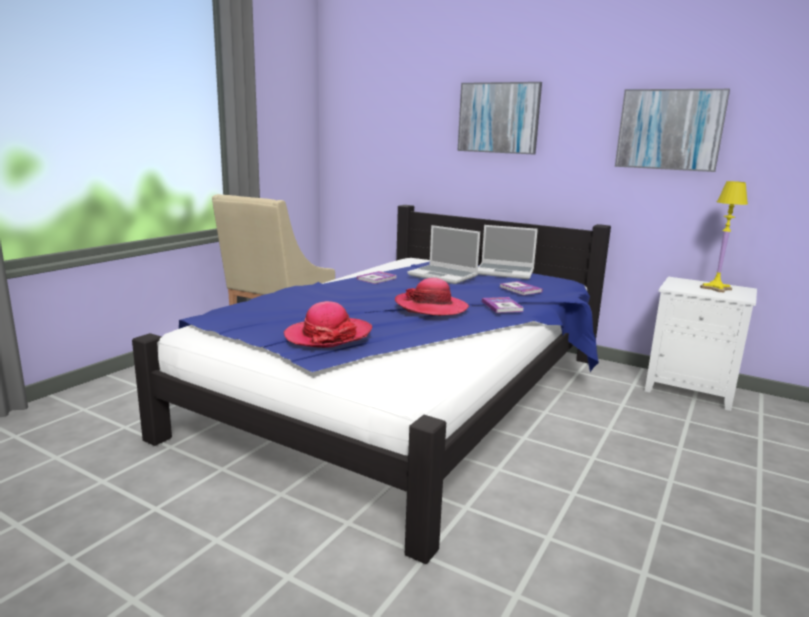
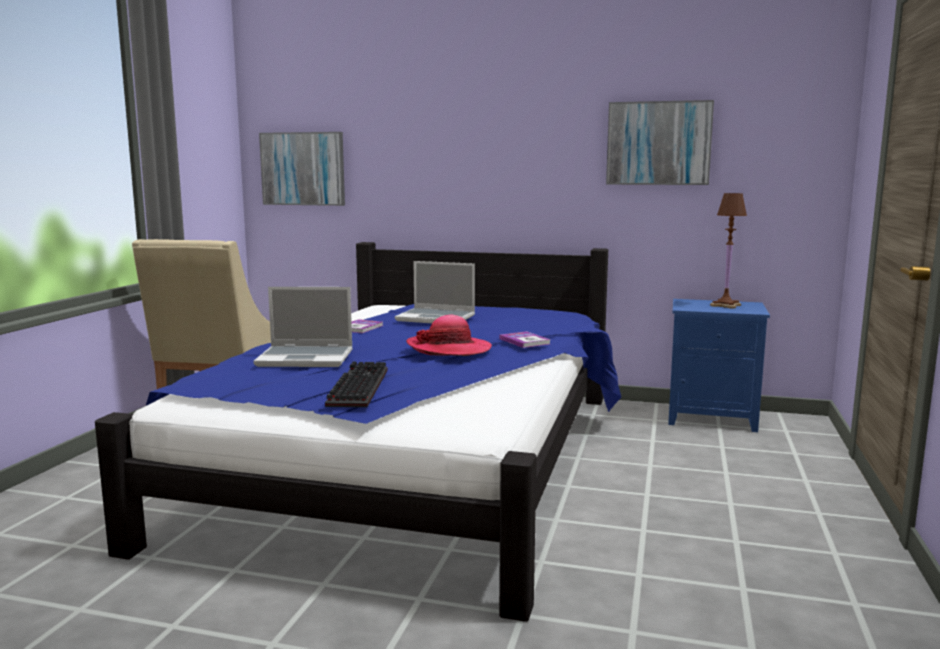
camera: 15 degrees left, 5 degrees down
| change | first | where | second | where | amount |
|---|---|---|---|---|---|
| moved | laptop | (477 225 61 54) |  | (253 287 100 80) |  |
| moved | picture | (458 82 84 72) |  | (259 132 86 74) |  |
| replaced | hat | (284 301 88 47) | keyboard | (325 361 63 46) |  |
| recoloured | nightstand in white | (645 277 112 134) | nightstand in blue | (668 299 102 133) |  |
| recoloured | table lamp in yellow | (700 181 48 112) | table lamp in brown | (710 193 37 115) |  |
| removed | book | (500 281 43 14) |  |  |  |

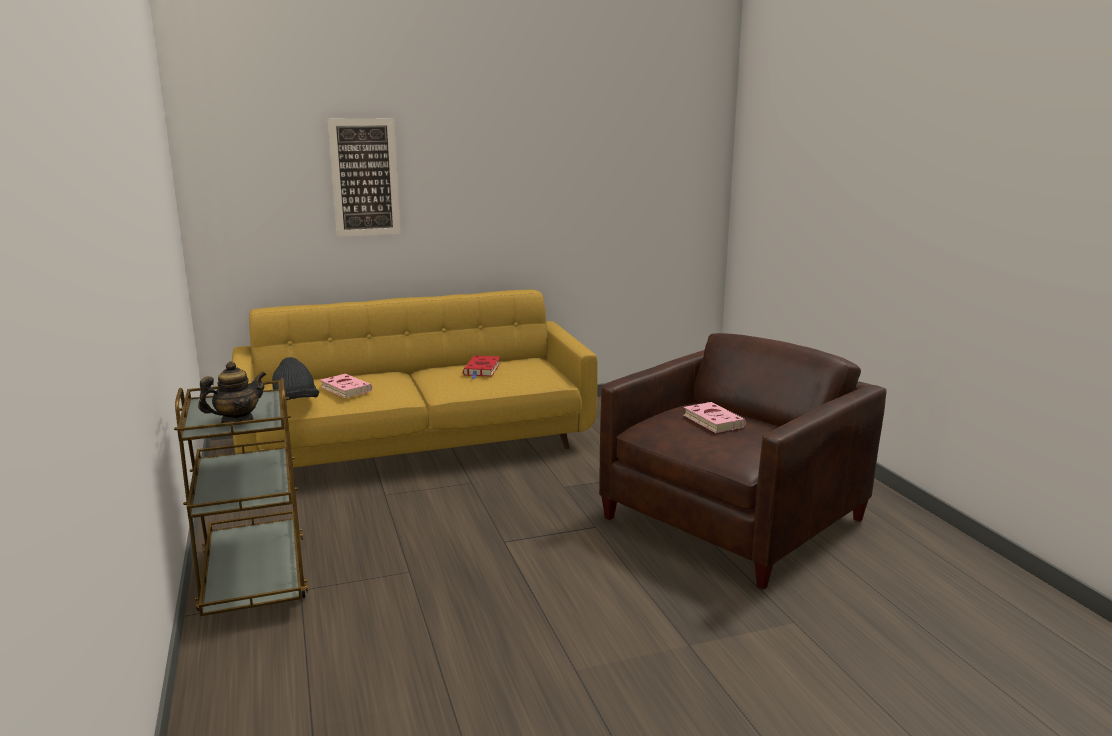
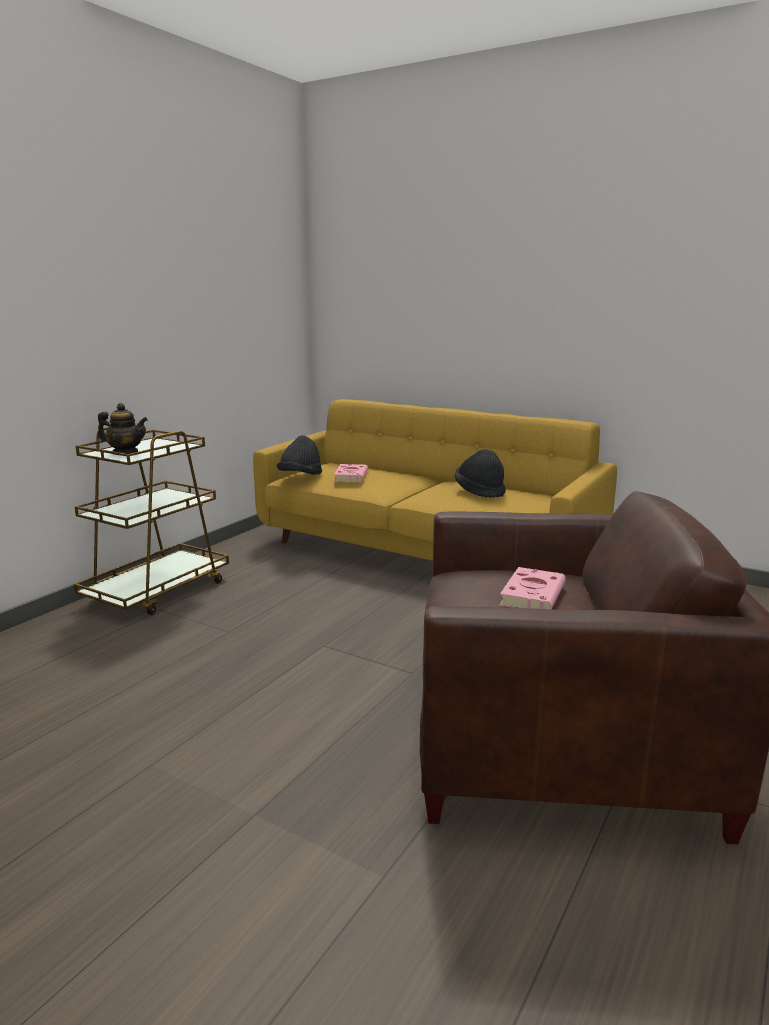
camera: 50 degrees right, 0 degrees up
| change | first | where | second | where | amount |
|---|---|---|---|---|---|
| replaced | book in red | (463 355 37 24) | hat in black | (455 449 51 49) |  |
| removed | picture | (328 119 72 118) |  |  |  |

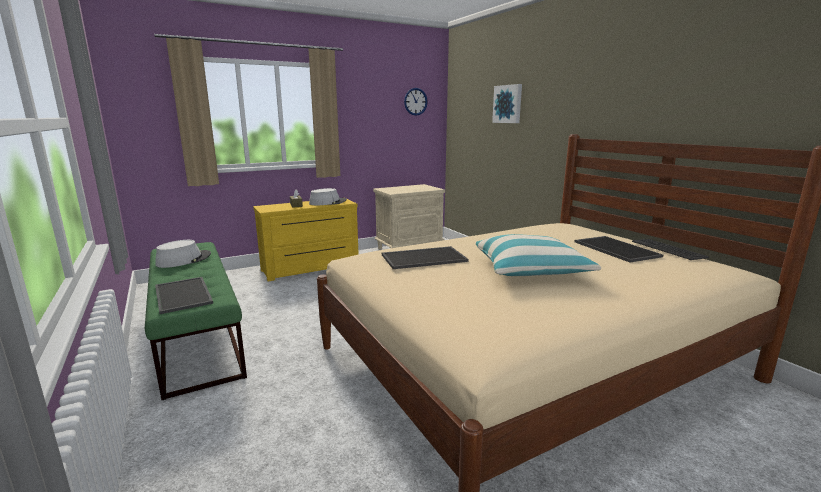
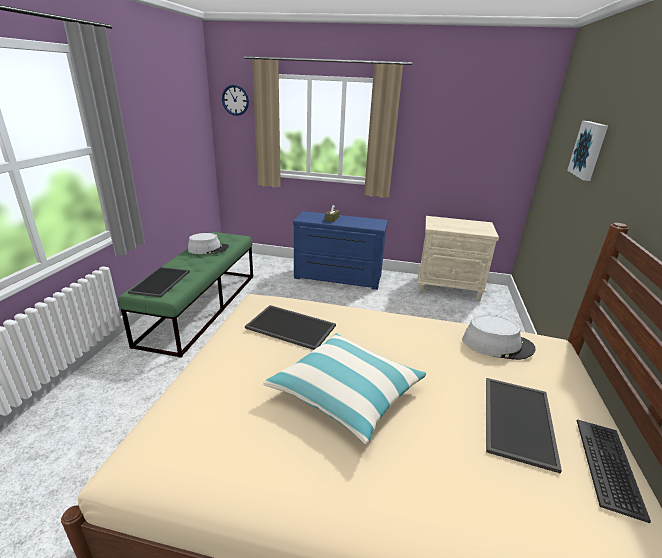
camera: 40 degrees right, 10 degrees up
| change | first | where | second | where | amount |
|---|---|---|---|---|---|
| moved | wall clock | (404 88 24 28) |  | (222 85 27 31) |  |
| recoloured | dresser in yellow | (253 199 106 82) | dresser in blue | (293 211 95 79) |  |
| moved | hat in grey | (309 188 38 17) |  | (462 315 74 45) |  |

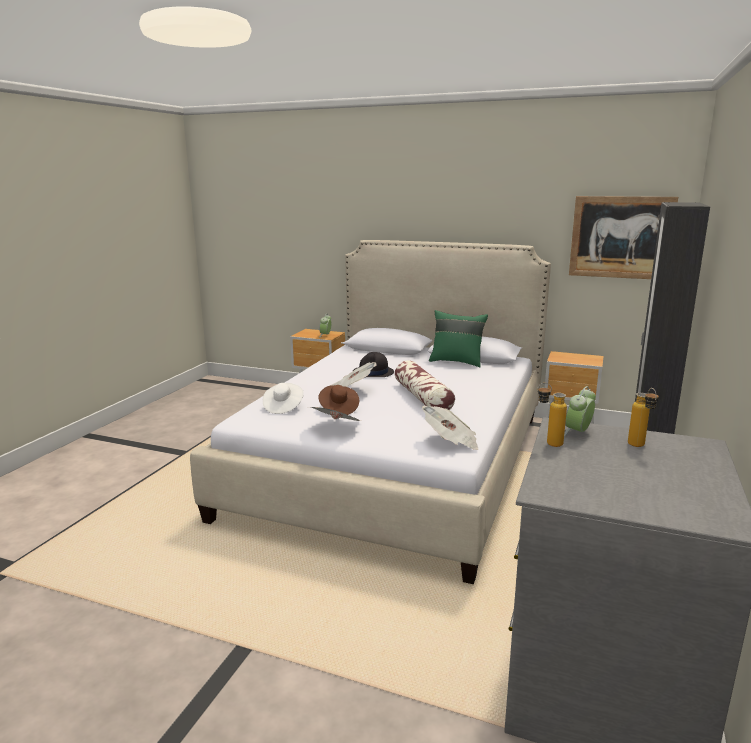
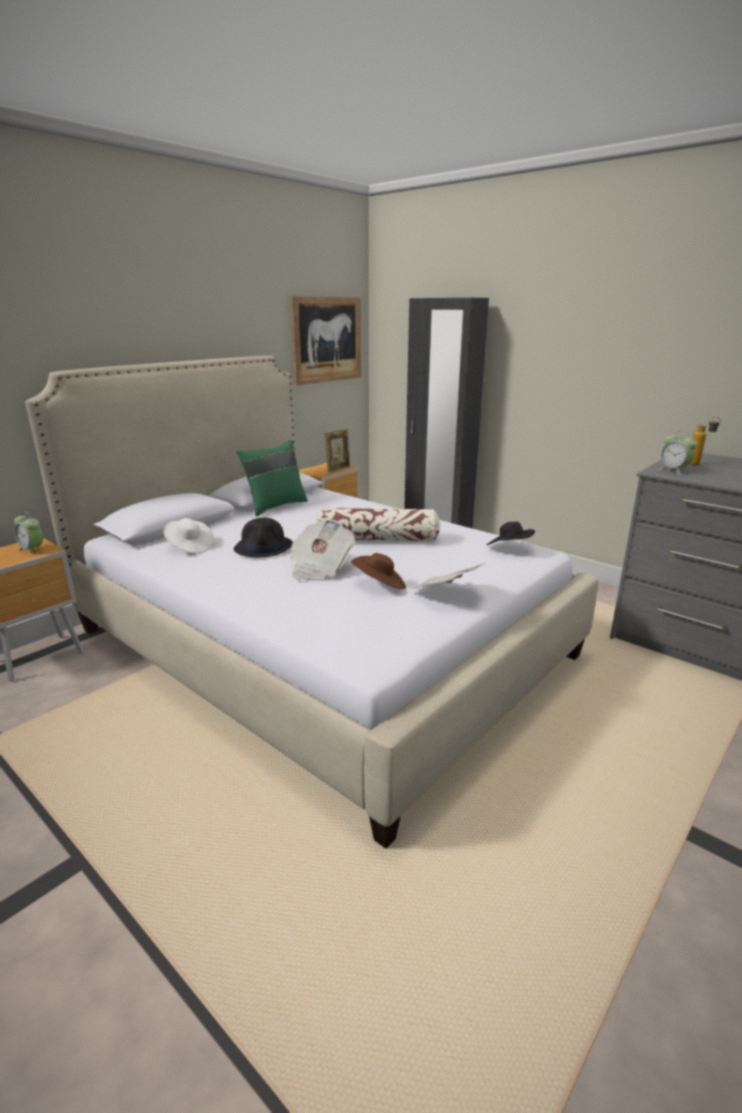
camera: 70 degrees left, 5 degrees up
| change | first | where | second | where | amount |
|---|---|---|---|---|---|
| moved | hat in white | (263 383 41 31) |  | (164 518 50 36) |  |
| added |  |  | picture frame | (325 428 26 46) |  |
| replaced | newspaper | (422 406 57 44) | hat in black | (487 522 48 23) |  |
| removed | bottle | (537 383 30 64) |  |  |  |

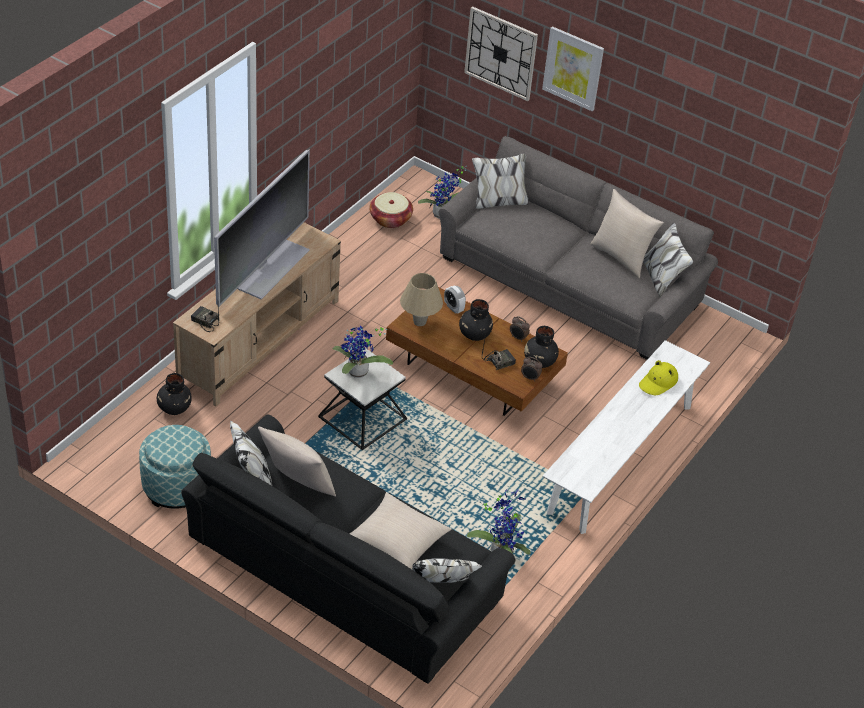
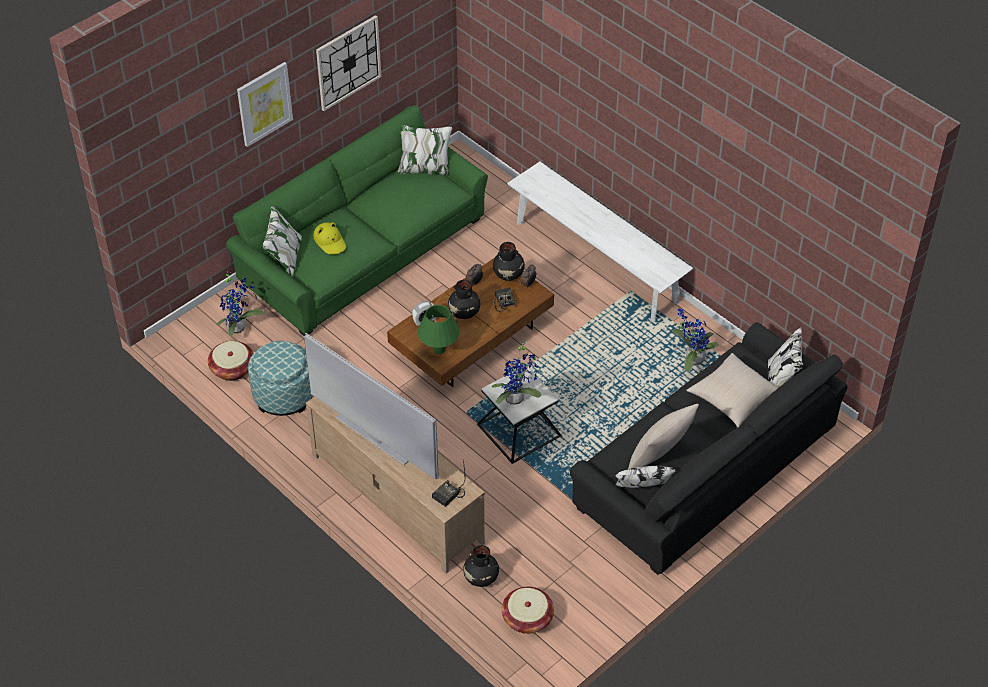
camera: 75 degrees left, 5 degrees up
| change | first | where | second | where | amount |
|---|---|---|---|---|---|
| recoloured | sofa in grey | (439 136 279 224) | sofa in green | (226 105 262 231) |  |
| moved | ottoman | (139 425 72 84) |  | (248 341 65 75) |  |
| moved | hat in yellow | (639 360 39 35) |  | (313 222 33 33) |  |
| moved | wall clock | (464 6 74 95) |  | (316 15 65 96) |  |
| recoloured | table lamp in beige | (400 273 43 53) | table lamp in green | (418 305 42 49) |  |
| added |  |  | basket | (502 587 52 47) |  |
| removed | pillow in beige | (590 189 74 89) |  |  |  |

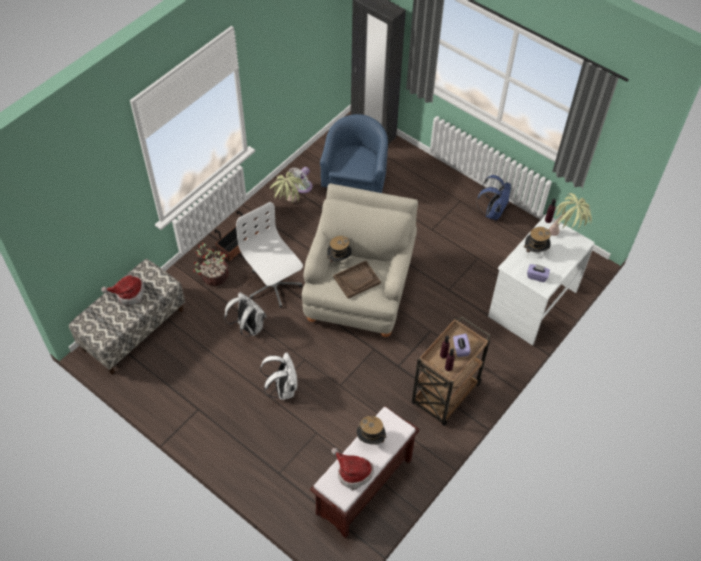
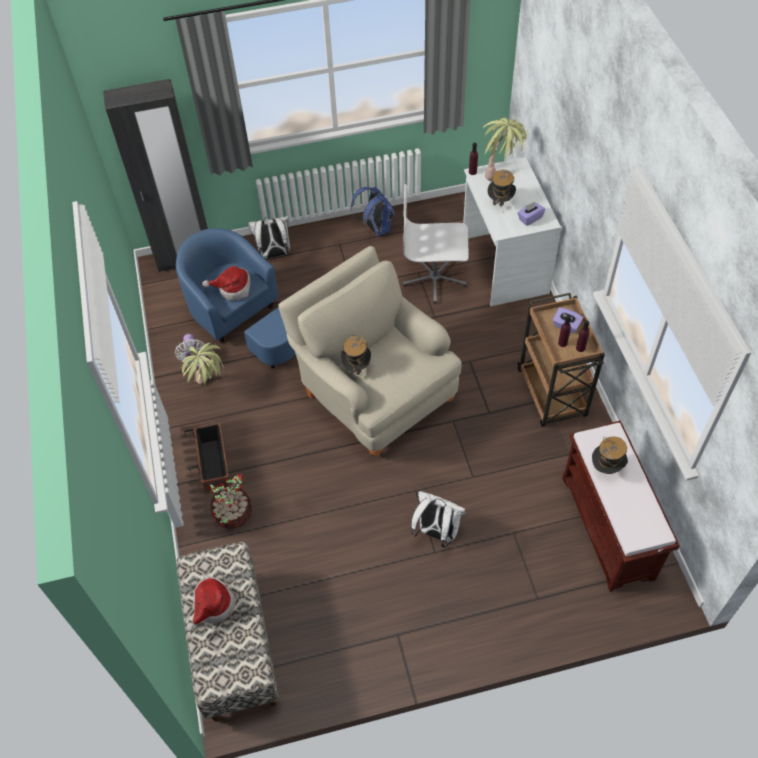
camera: 50 degrees left, 0 degrees up
| change | first | where | second | where | amount |
|---|---|---|---|---|---|
| moved | hat | (331 448 43 42) |  | (202 266 48 35) |  |
| moved | backpack in white | (224 292 43 45) |  | (248 216 42 42) |  |
| moved | office chair in white | (236 202 67 106) |  | (403 184 66 120) |  |
| removed | tray in brown | (333 261 48 38) |  |  |  |

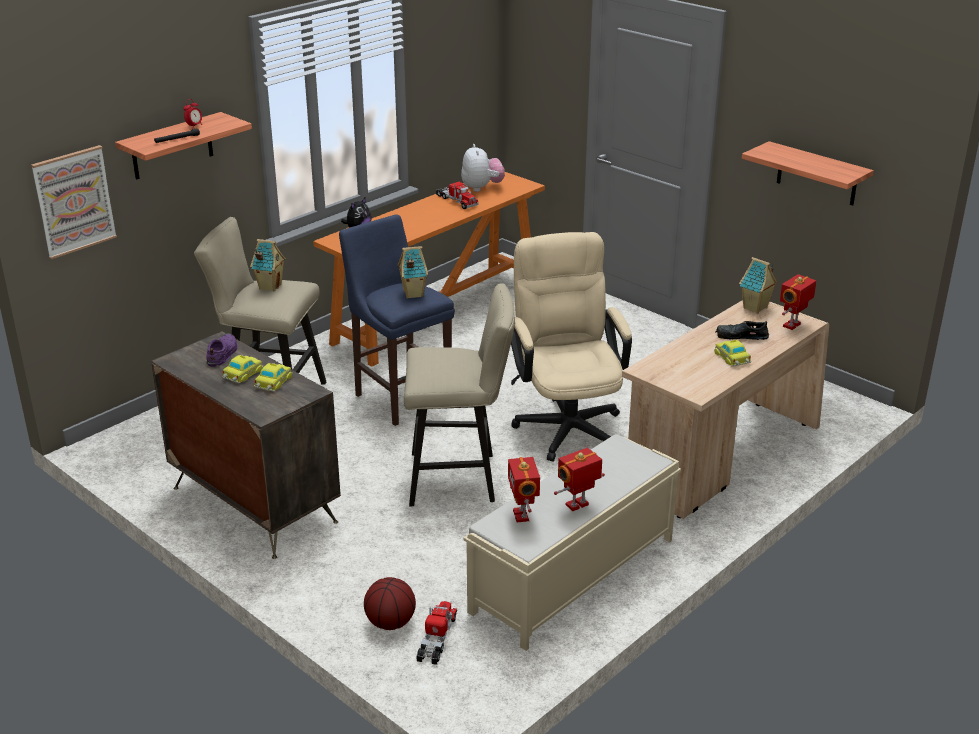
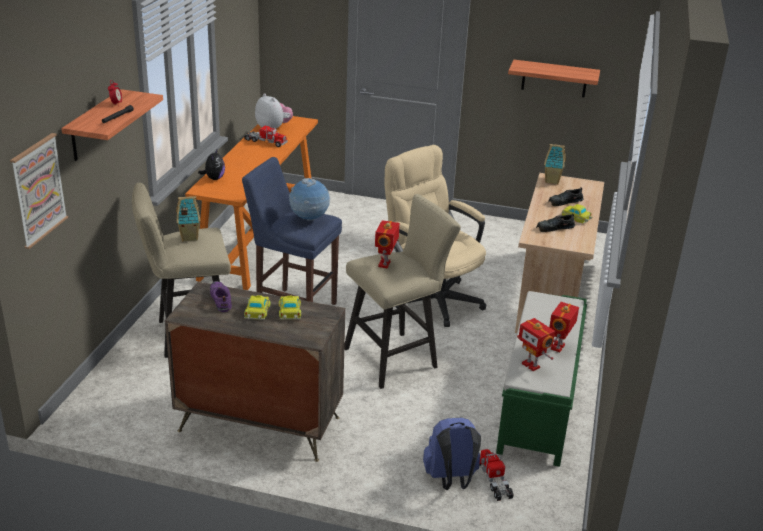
camera: 30 degrees left, 0 degrees up
| change | first | where | second | where | amount |
|---|---|---|---|---|---|
| replaced | toy house | (398 246 30 53) | globe | (289 178 41 43) |  |
| moved | toy robot | (780 274 36 56) |  | (375 220 25 48) |  |
| replaced | basketball | (364 577 52 53) | backpack in blue | (423 418 58 72) |  |
| recoloured | bench in beige | (463 434 218 217) | bench in green | (496 291 91 176) |  |
| added |  |  | shoe in black | (536 213 39 19) |  |

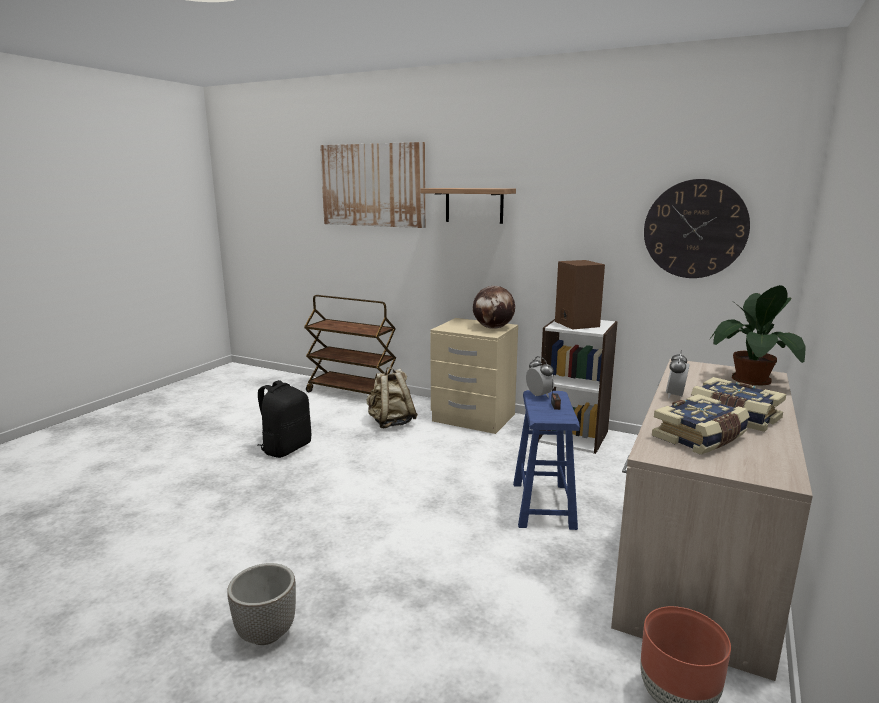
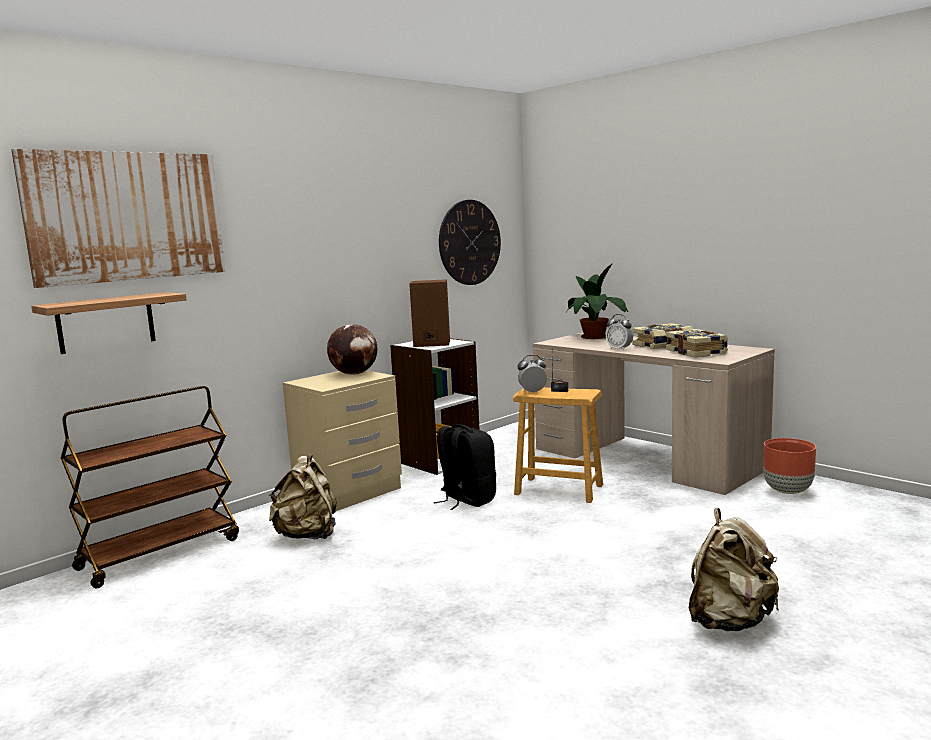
camera: 70 degrees left, 5 degrees down
| change | first | where | second | where | amount |
|---|---|---|---|---|---|
| moved | shelf | (420 188 96 36) |  | (31 292 156 62) |  |
| moved | backpack in black | (257 380 54 78) |  | (434 424 62 86) |  |
| recoloured | stool in blue | (513 390 67 140) | stool in brown | (513 387 90 116) |  |
| replaced | planter | (227 563 69 82) | backpack in beige | (689 508 90 123) |  |

